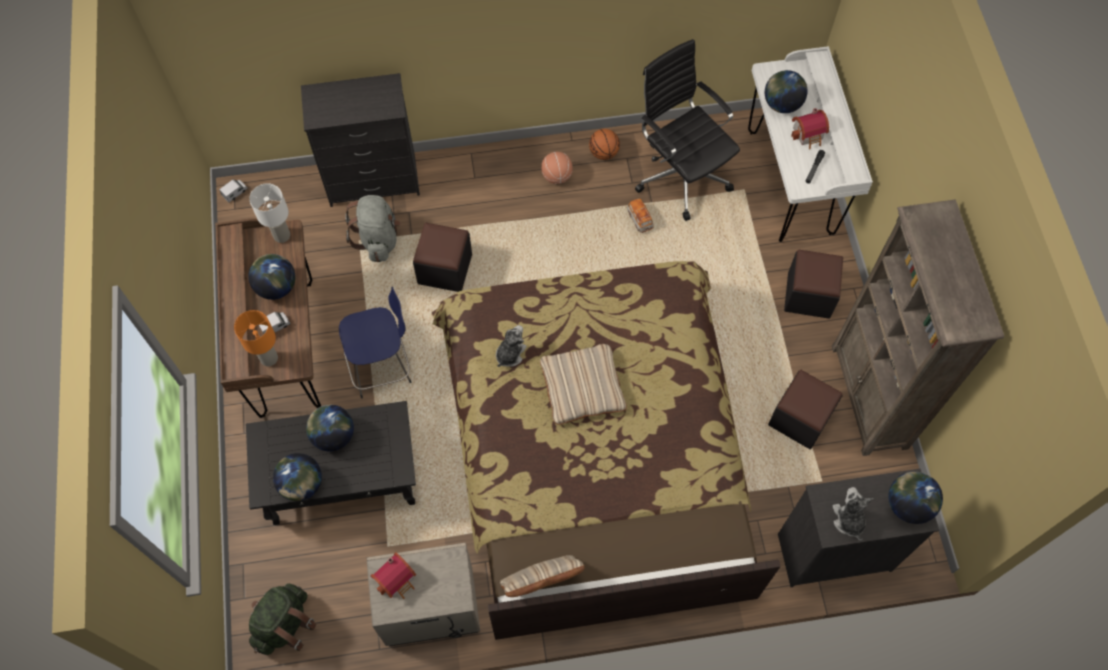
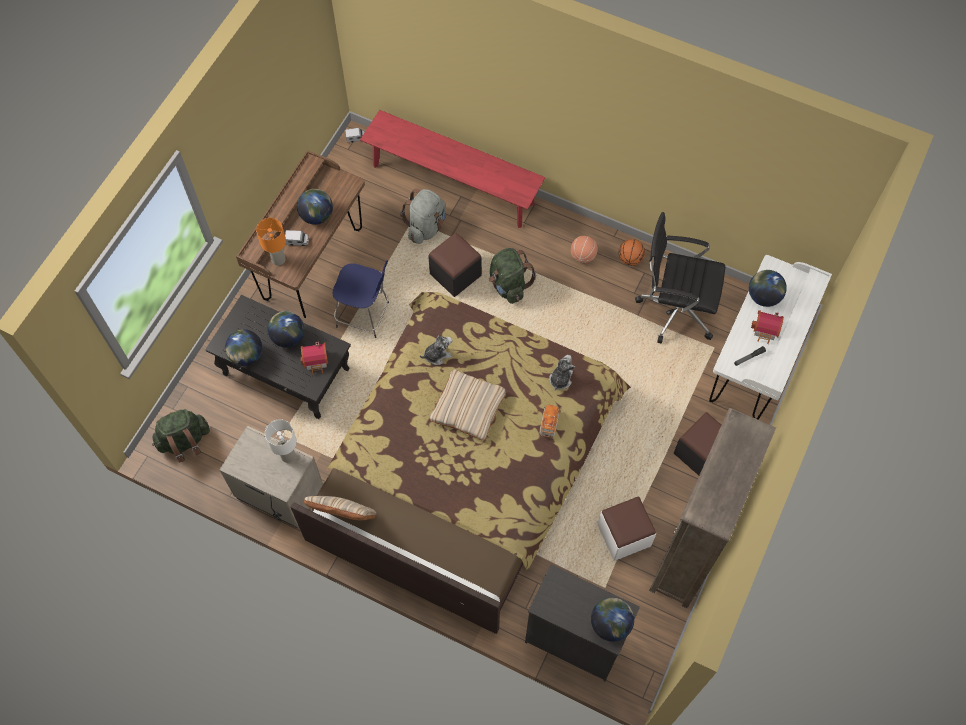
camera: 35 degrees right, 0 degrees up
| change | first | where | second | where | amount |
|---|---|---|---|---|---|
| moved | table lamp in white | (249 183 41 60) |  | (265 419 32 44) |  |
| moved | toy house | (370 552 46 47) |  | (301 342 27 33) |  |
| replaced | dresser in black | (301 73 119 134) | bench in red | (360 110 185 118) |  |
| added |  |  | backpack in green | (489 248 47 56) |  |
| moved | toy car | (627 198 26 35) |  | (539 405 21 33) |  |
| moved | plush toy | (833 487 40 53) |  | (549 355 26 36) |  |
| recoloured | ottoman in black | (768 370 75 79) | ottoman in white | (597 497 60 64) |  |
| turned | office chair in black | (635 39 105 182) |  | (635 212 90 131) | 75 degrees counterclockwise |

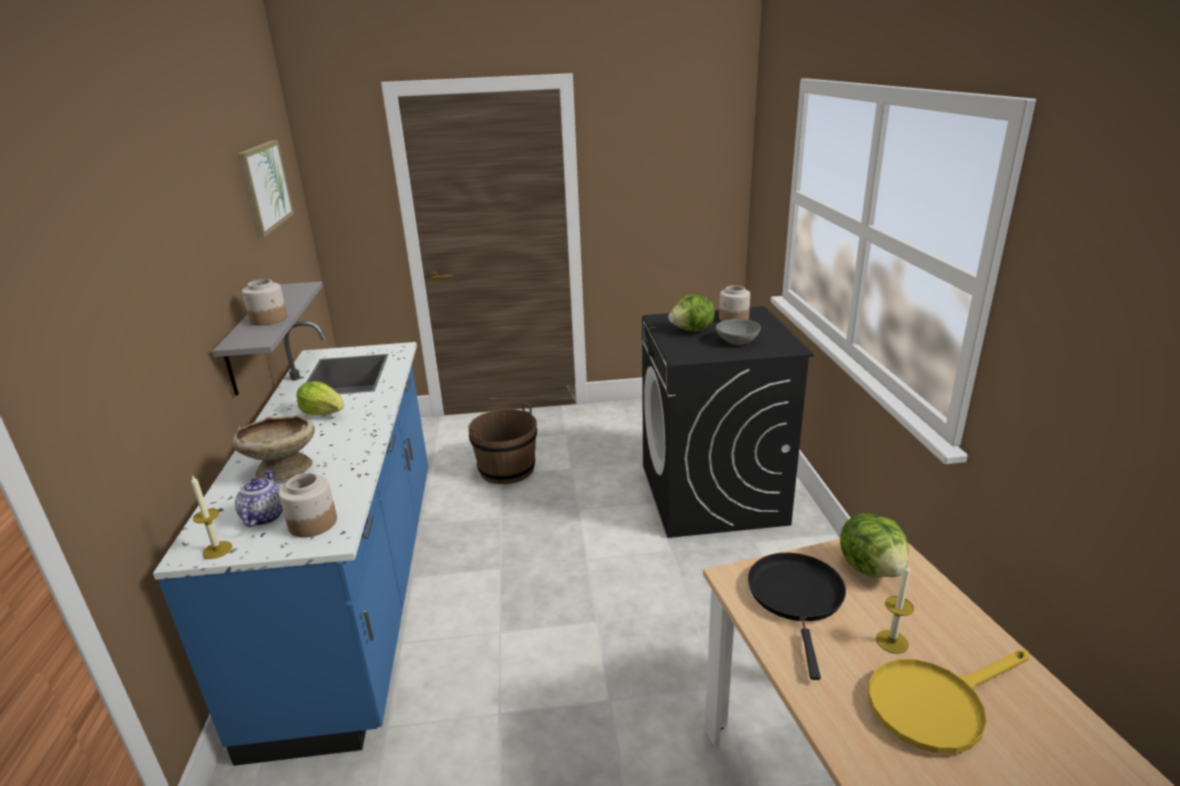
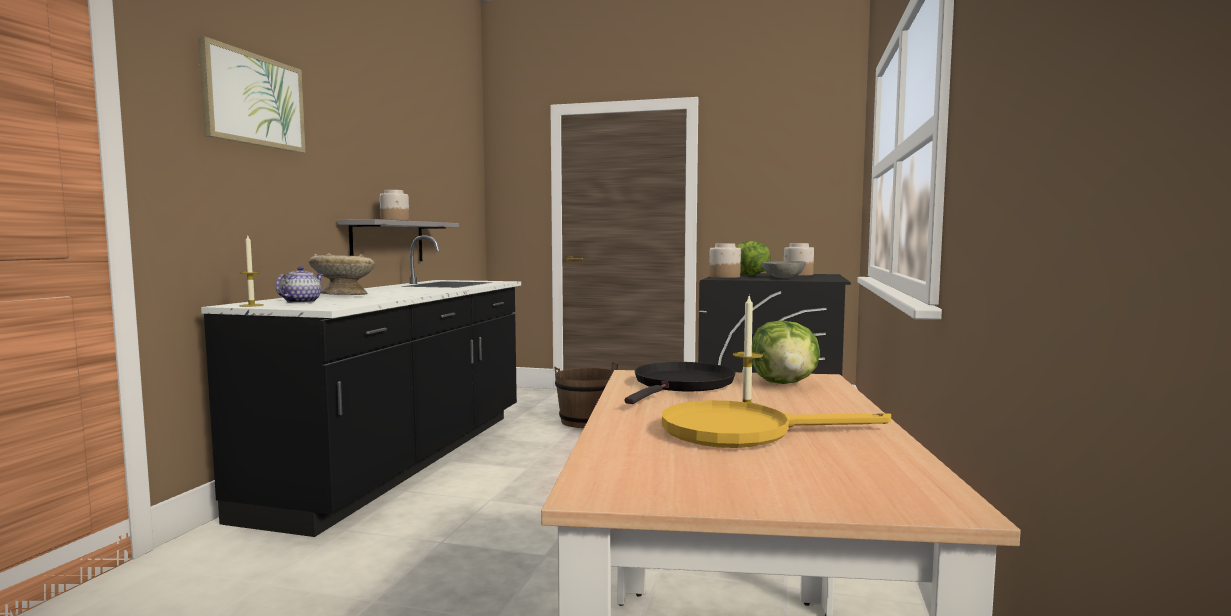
camera: 20 degrees right, 20 degrees down
| change | first | where | second | where | amount |
|---|---|---|---|---|---|
| moved | picture | (237 140 57 98) |  | (198 36 107 117) |  |
| recoloured | counter in blue | (153 321 275 445) | counter in black | (201 235 320 302) |  |
| moved | jar | (279 473 58 65) |  | (709 243 32 35) |  |
| removed | lettuce | (296 381 48 34) |  |  |  |

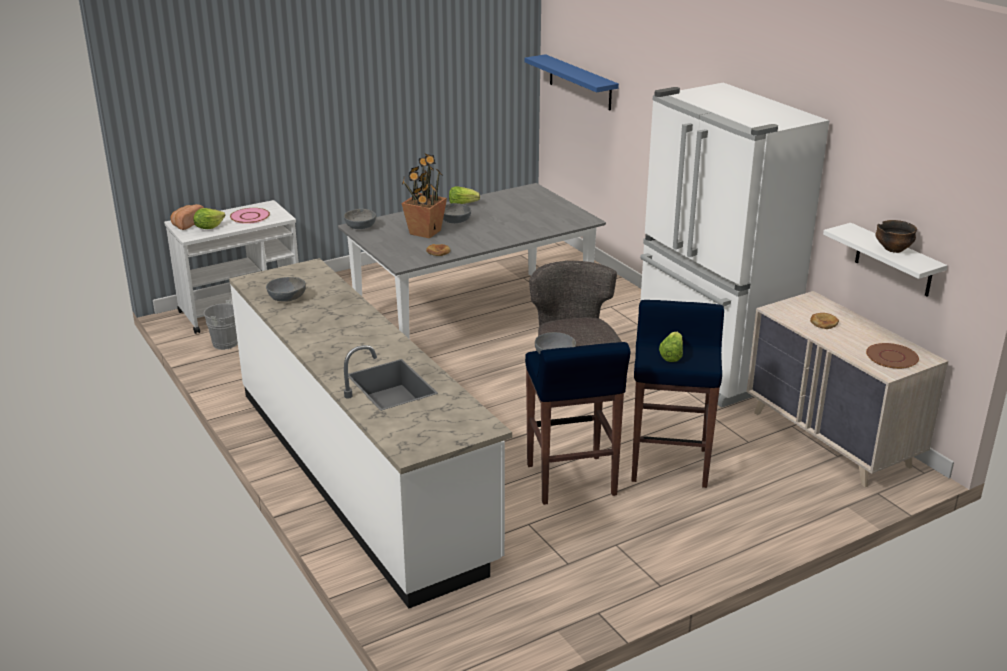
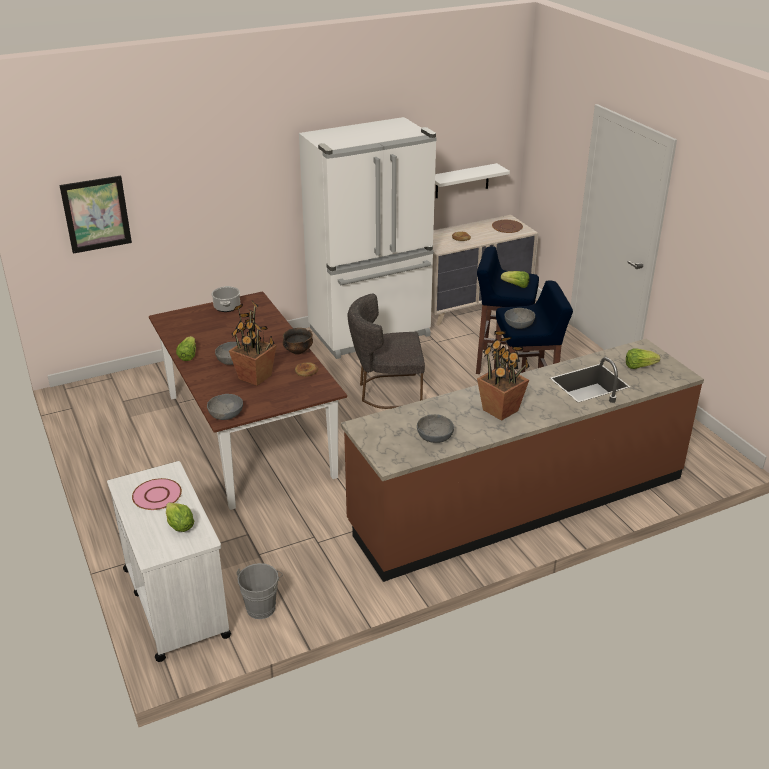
camera: 85 degrees left, 5 degrees up
| change | first | where | second | where | amount |
|---|---|---|---|---|---|
| replaced | shelf in blue | (525 54 94 56) | picture | (59 176 73 78) |  |
| recoloured | dining table in grey | (338 183 268 155) | dining table in brown | (149 291 198 219) |  |
| added |  |  | cooking pot | (211 286 29 26) |  |
| moved | bowl | (875 220 42 33) |  | (283 328 30 27) |  |
| recoloured | counter in white | (229 258 283 350) | counter in brown | (341 339 363 243) |  |
| added |  |  | potted plant | (477 331 53 90) |  |
| added |  |  | lettuce | (626 348 34 21) |  |
| removed | bread | (171 204 33 26) |  |  |  |

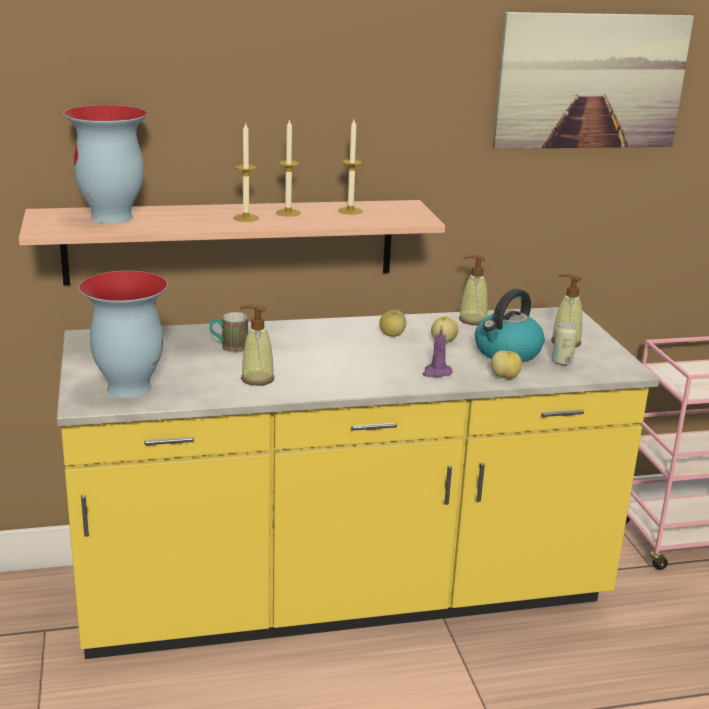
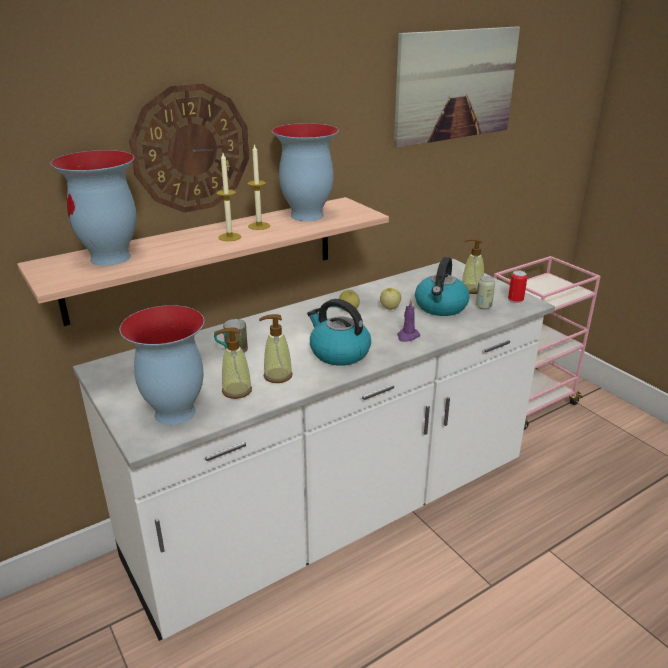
camera: 20 degrees left, 5 degrees up
| change | first | where | second | where | amount |
|---|---|---|---|---|---|
| recoloured | counter in yellow | (57 307 603 352) | counter in white | (73 259 482 382) |  |
| added |  |  | wall clock | (129 83 120 130) |  |
| moved | soap dispenser | (459 255 29 70) |  | (215 327 37 72) |  |
| replaced | candle | (338 120 25 95) | vase | (272 123 67 98) |  |
| added |  |  | kettle | (307 299 64 67) |  |
| added |  |  | can | (508 270 19 34) |  |
| removed | apple | (491 350 31 29) |  |  |  |

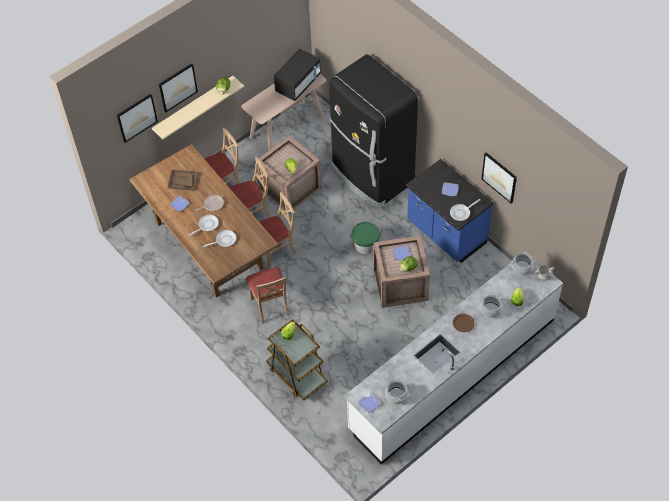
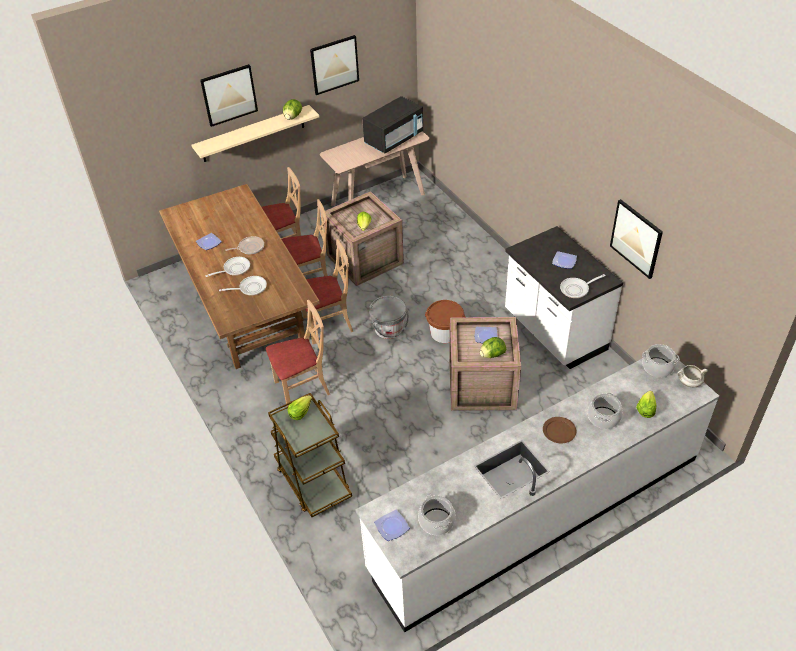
camera: 10 degrees right, 10 degrees down
| change | first | where | second | where | amount |
|---|---|---|---|---|---|
| turned | chair in beige | (246 267 43 57) |  | (266 300 64 107) | 105 degrees counterclockwise |
| moved | picture | (117 94 41 49) |  | (310 35 49 60) |  |
| added |  |  | bucket in grey | (369 296 40 43) |  |
| recoloured | bucket in green | (350 222 31 32) | bucket in brown | (425 300 40 43) |  |
| recoloured | counter in blue | (406 159 87 104) | counter in white | (505 226 118 143) |  |
| removed | tray in brown | (167 170 32 21) |  |  |  |
| removed | fridge in black | (329 54 89 155) |  |  |  |

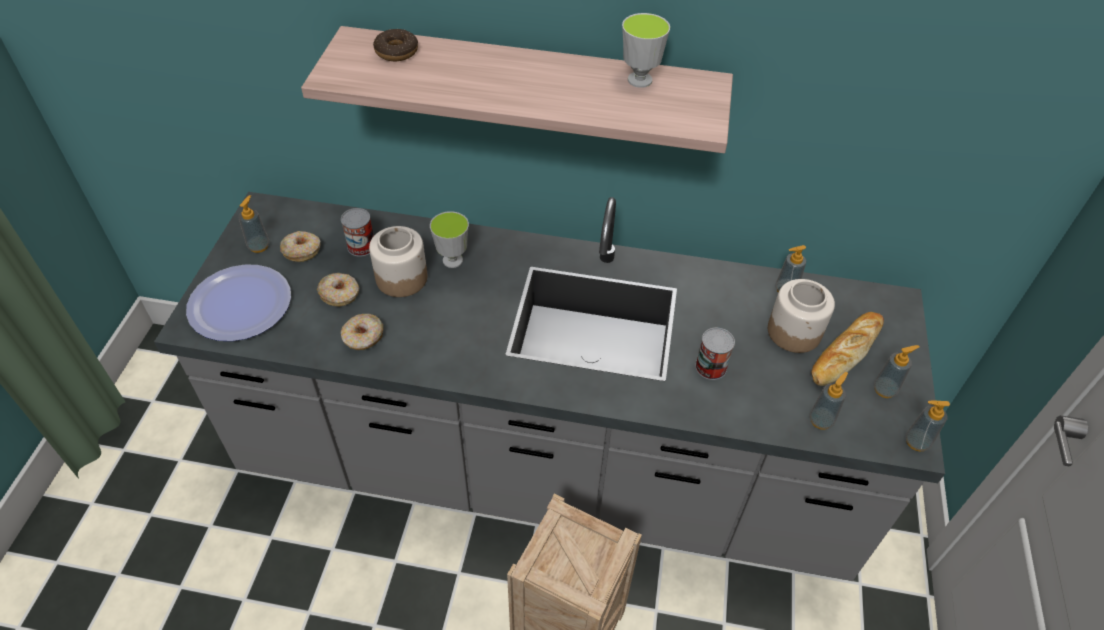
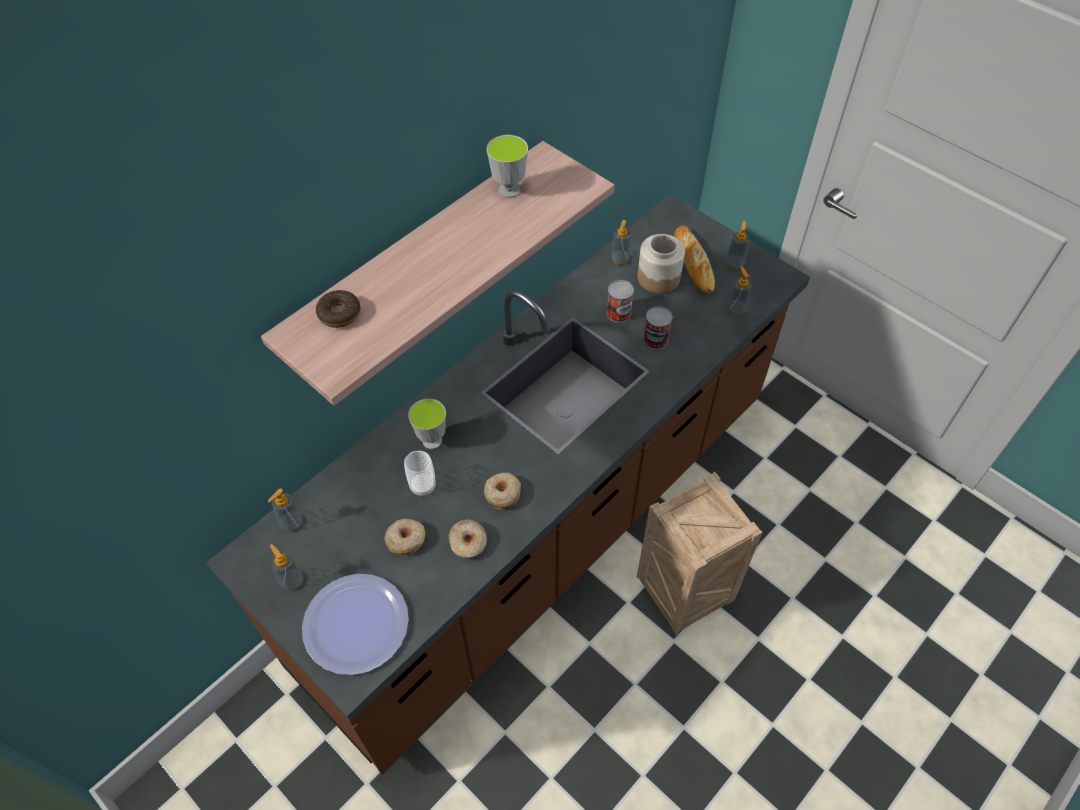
camera: 55 degrees left, 5 degrees up
| change | first | where | second | where | amount |
|---|---|---|---|---|---|
| recoloured | counter in grey | (154 192 791 389) | counter in brown | (206 194 604 581) |  |
| moved | soap dispenser | (906 400 44 52) |  | (268 488 35 43) |  |
| replaced | jar | (369 226 58 71) | cup | (404 451 32 45) |  |
| moved | donut | (280 231 41 31) |  | (484 472 37 38) |  |
| moved | can | (341 208 33 49) |  | (606 280 28 42) |  |

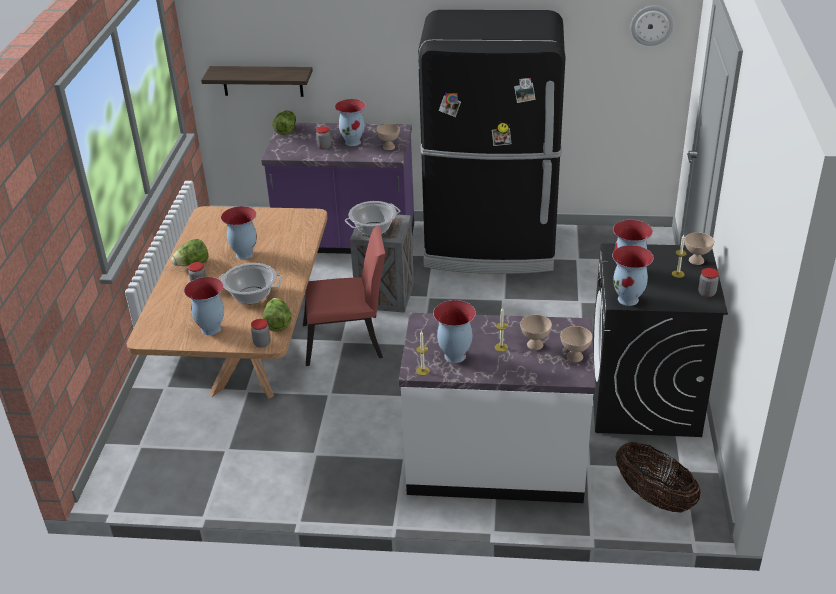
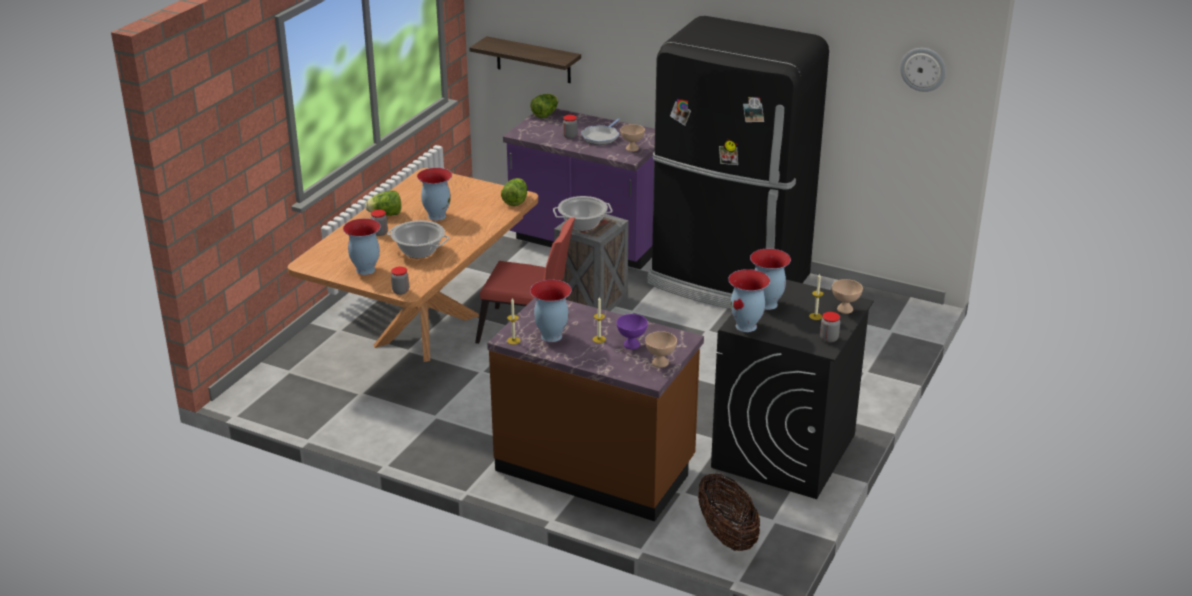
camera: 20 degrees right, 5 degrees down
| change | first | where | second | where | amount |
|---|---|---|---|---|---|
| recoloured | counter in white | (399 313 197 190) | counter in brown | (487 298 217 224) |  |
| moved | lettuce | (263 298 29 34) |  | (501 178 26 28) |  |
| replaced | vase | (335 99 31 47) | frying pan | (581 118 39 27) |  |
| recoloured | bowl in beige | (520 315 32 35) | bowl in purple | (616 314 32 35) |  |

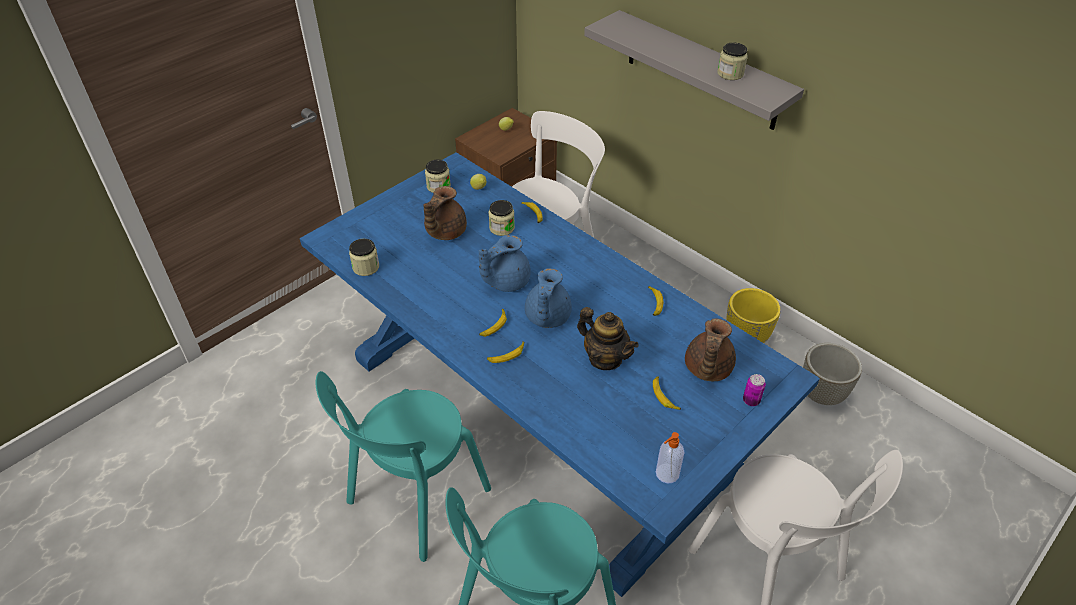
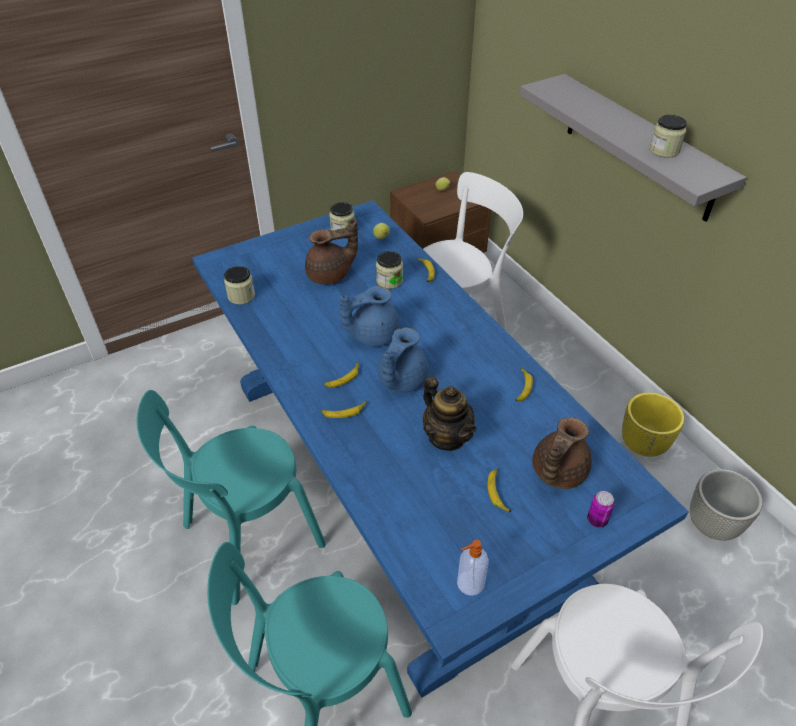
camera: 15 degrees right, 0 degrees up
| change | first | where | second | where | amount |
|---|---|---|---|---|---|
| turned | teapot in brown | (423 186 44 54) |  | (305 219 53 65) | 150 degrees counterclockwise |

